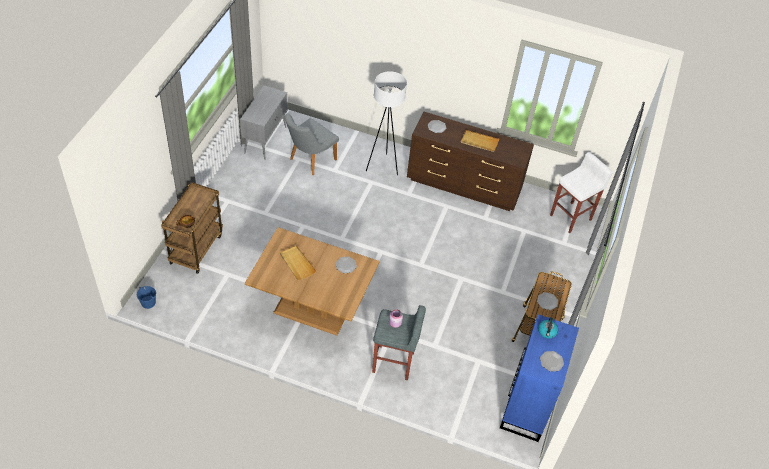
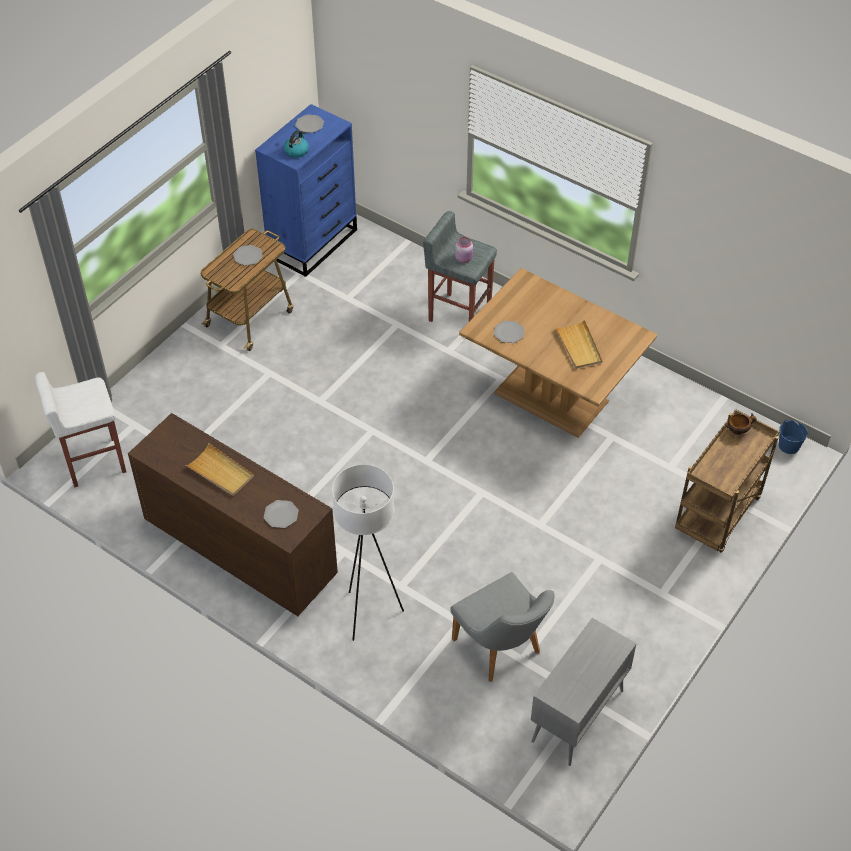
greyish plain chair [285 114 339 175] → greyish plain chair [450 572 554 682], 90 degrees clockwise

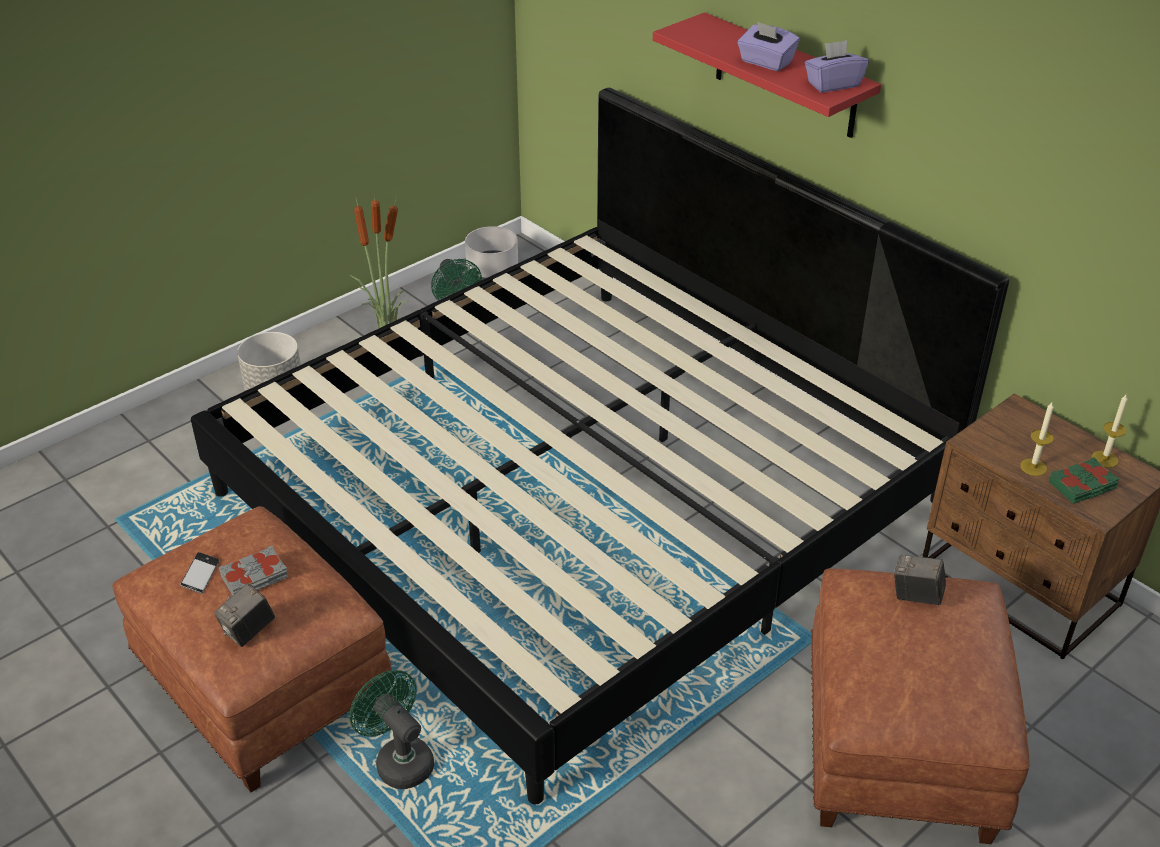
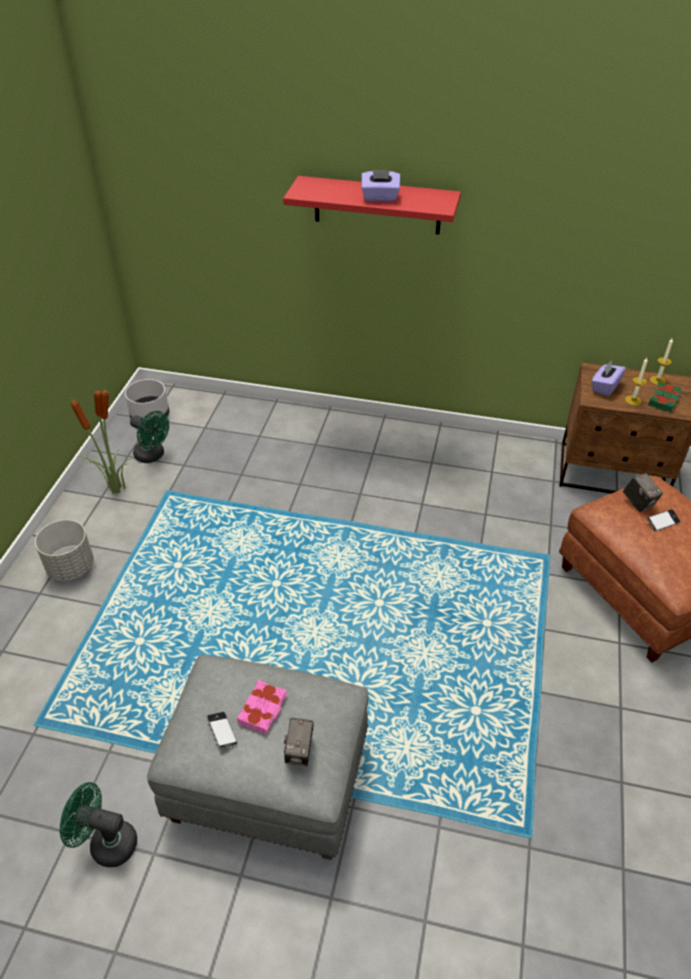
purple box of tissues [805 40 869 92] → purple box of tissues [591 360 626 397], shifted
sleeping bed [191 88 1009 804] → -
brown-coloured pouffe [112 506 392 792] → greyish pouffe [147 655 368 860]
greyish bound book [219 546 288 595] → pink bound book [237 680 287 734]
still camera [894 554 946 606] → still camera [623 473 663 512], 105 degrees counterclockwise
green-coloured cooling fan [350 670 434 789] → green-coloured cooling fan [60 782 137 867], shifted
- → telephone [647 509 680 531]

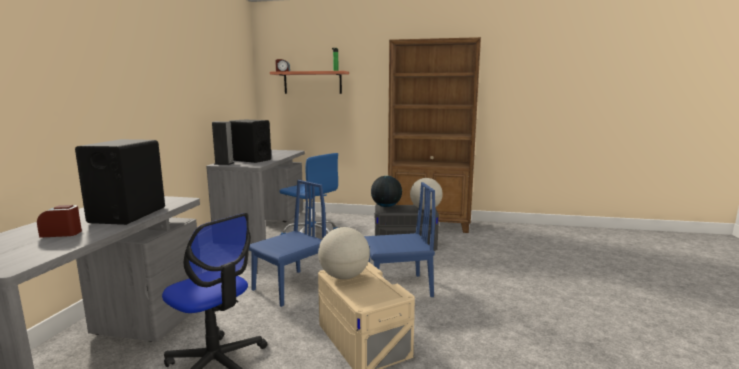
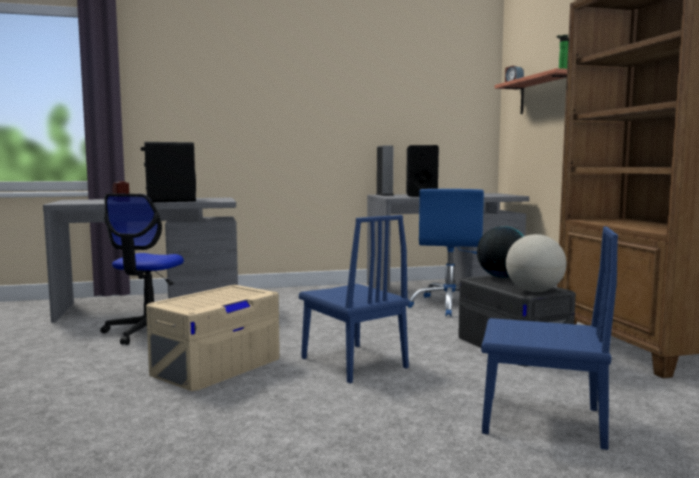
blue plain chair [249 180 326 307] → blue plain chair [481 226 618 450], shifted
desk globe [318 227 370 279] → -

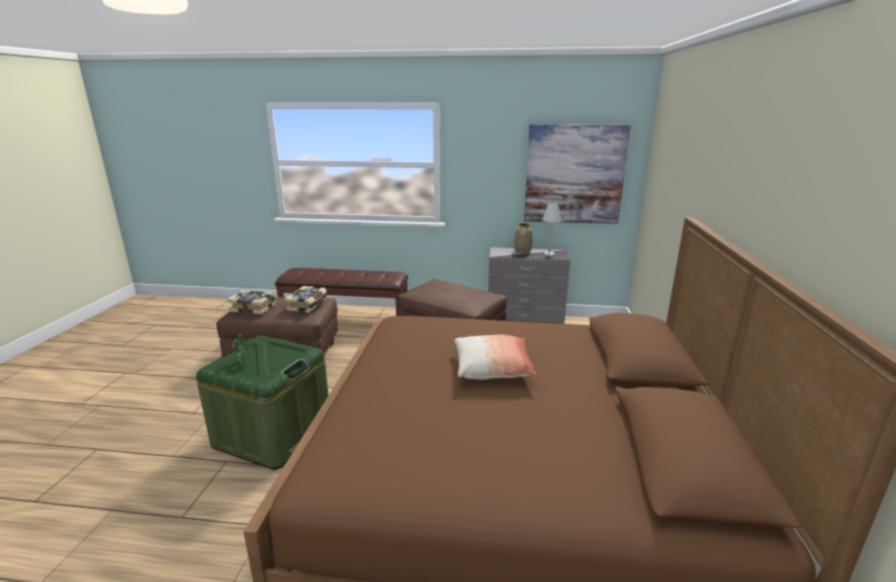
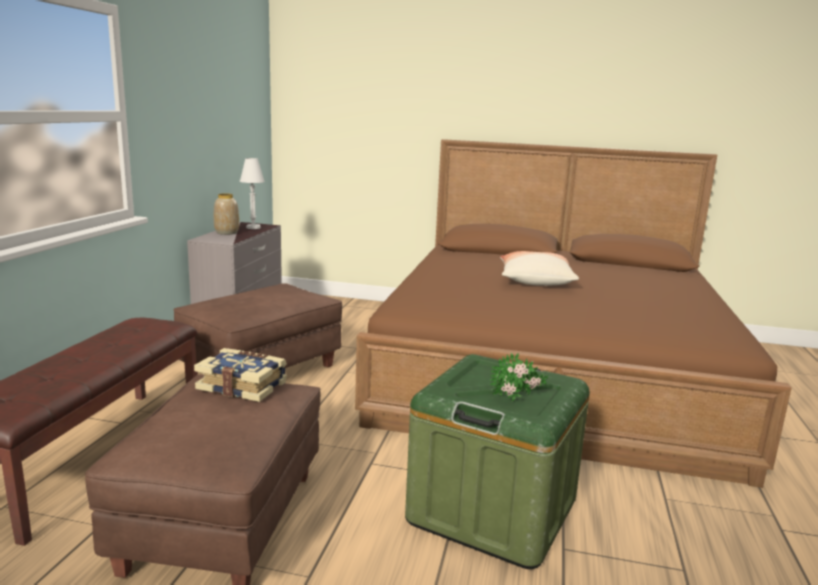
wall picture [524 124 631 224] → -
bound book [227 290 276 314] → -

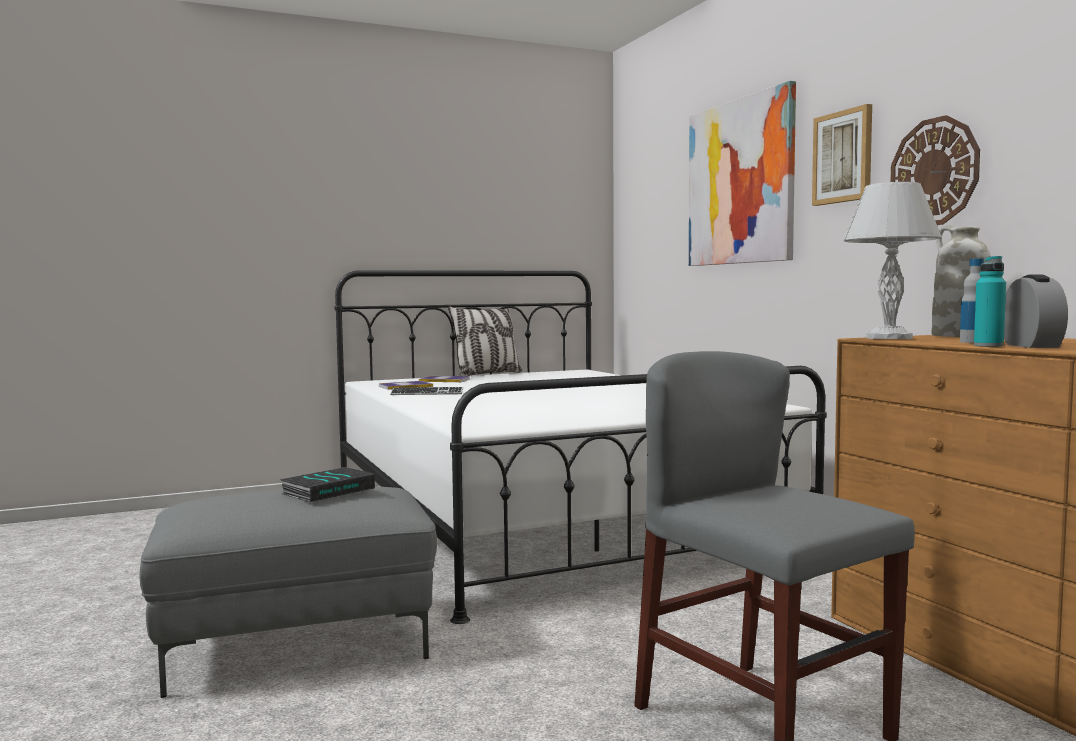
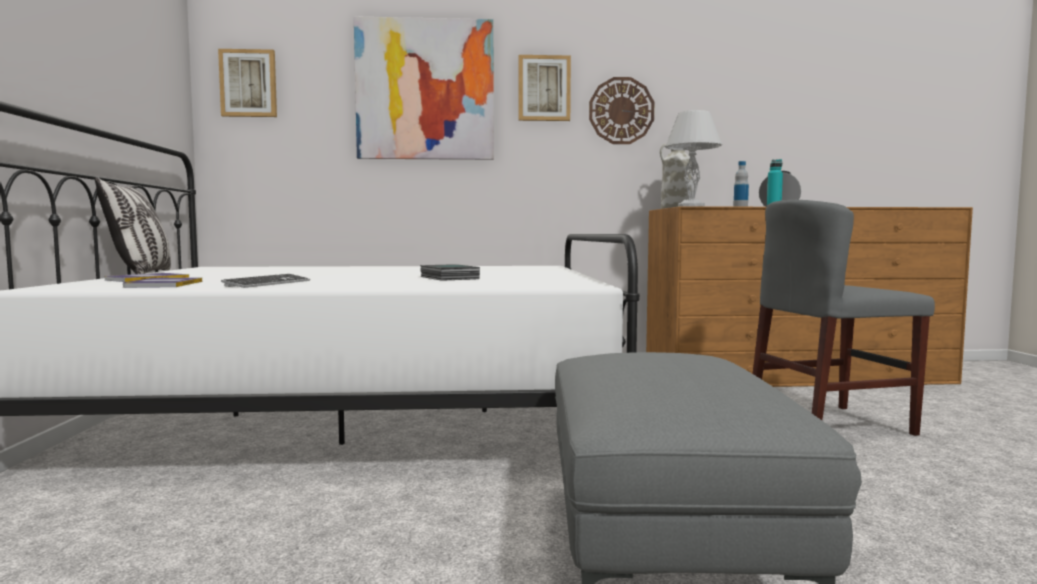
bound book [280 467 375 502] → bound book [420 264 480 281], shifted
- → wall picture [218 49 277 117]

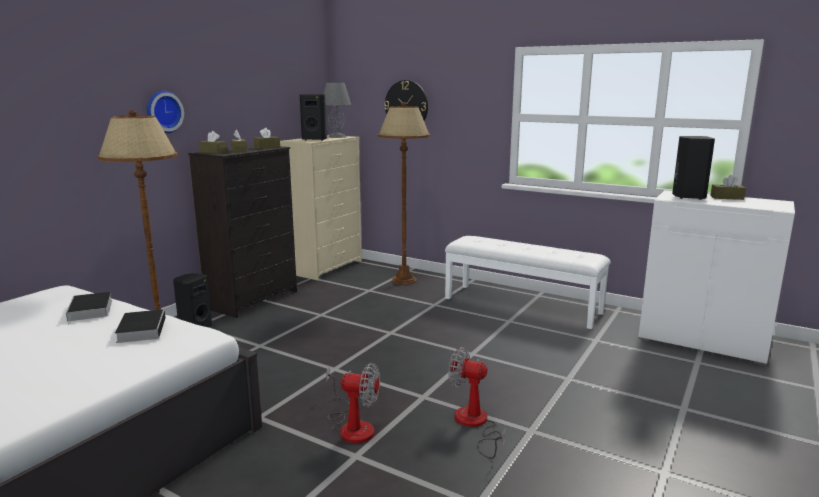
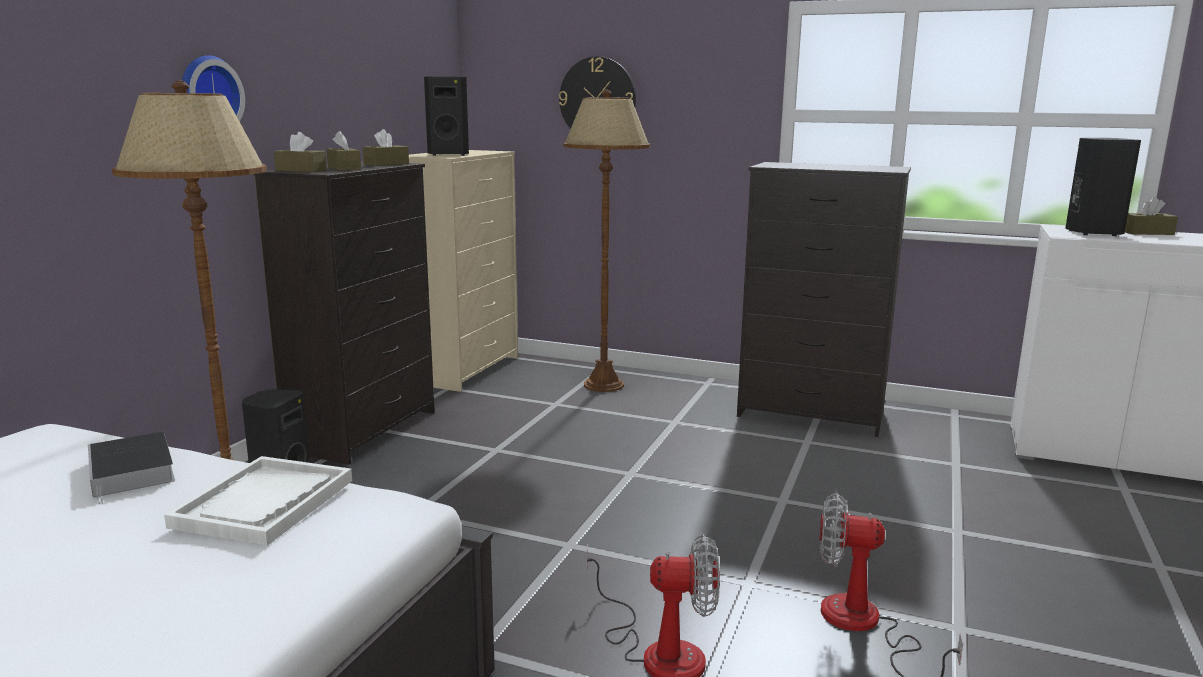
greyish table lamp [323 83 351 138] → -
white long seat [445 236 611 329] → black dresser [737 162 911 437]
bound book [115 309 166 343] → white tray [164 456 352 546]

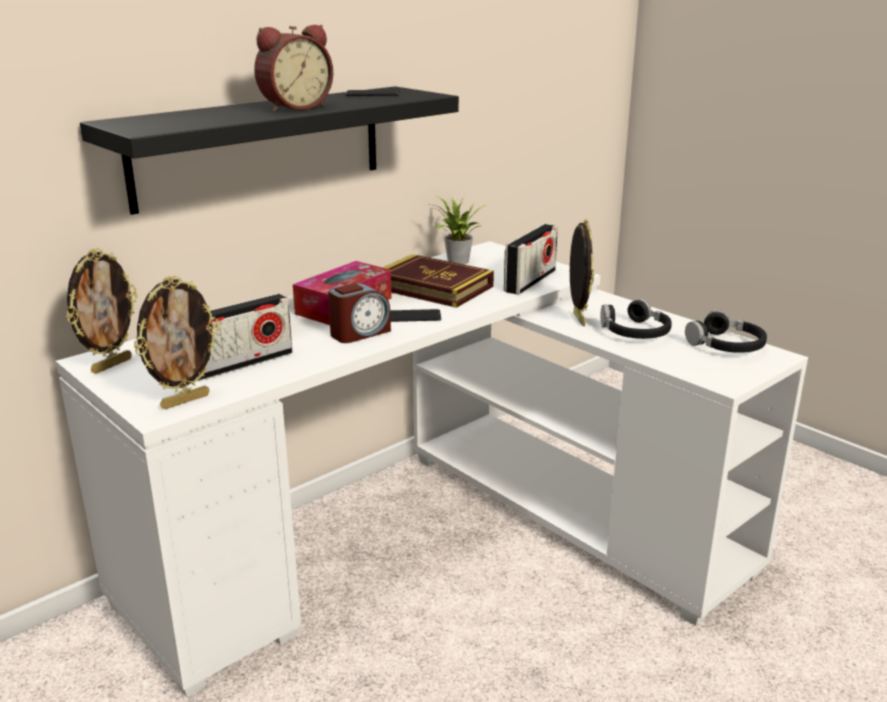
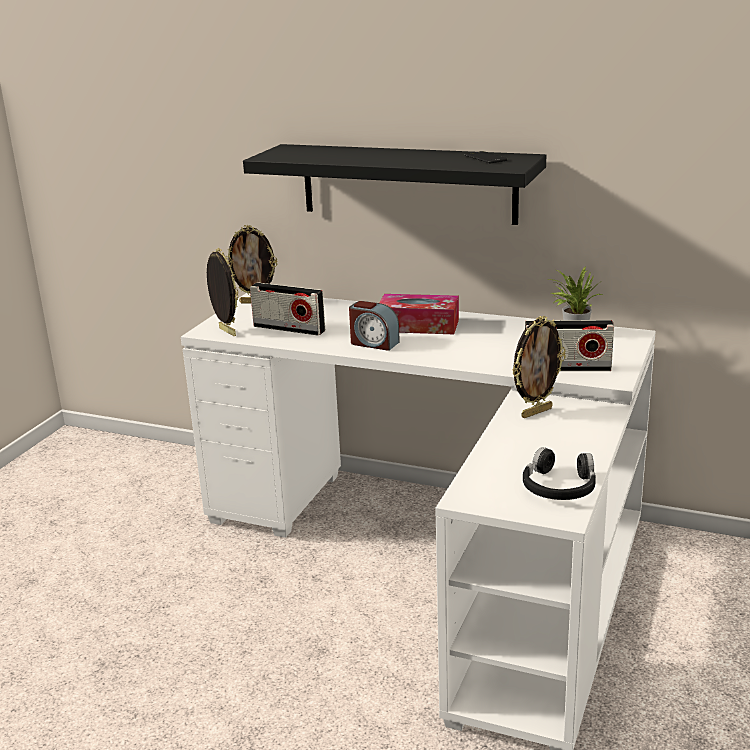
table clock [254 25 333 112] → -
bound book [383 254 494 308] → -
picture frame [134 275 220 409] → picture frame [207 248 238 336], 150 degrees counterclockwise
black pair of headphones [601 299 672 339] → -
telephone [390 309 441 322] → -

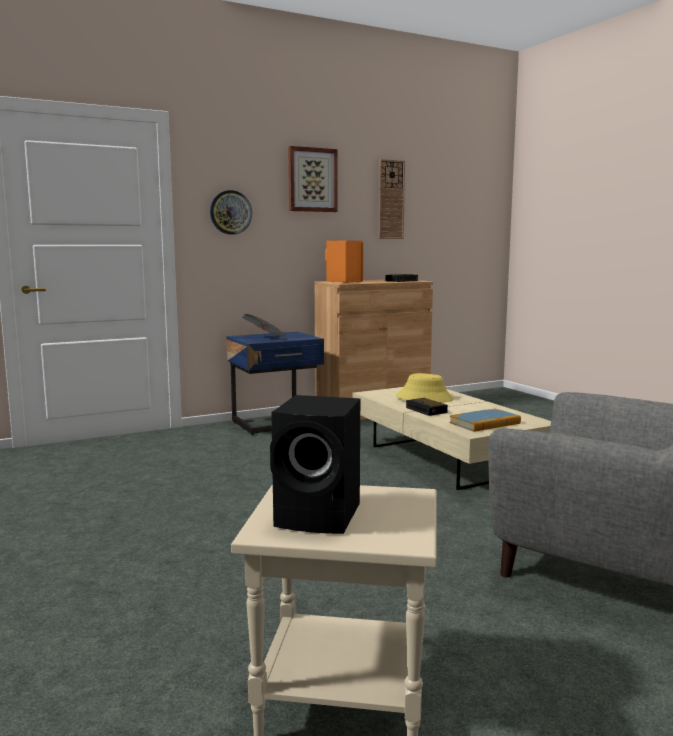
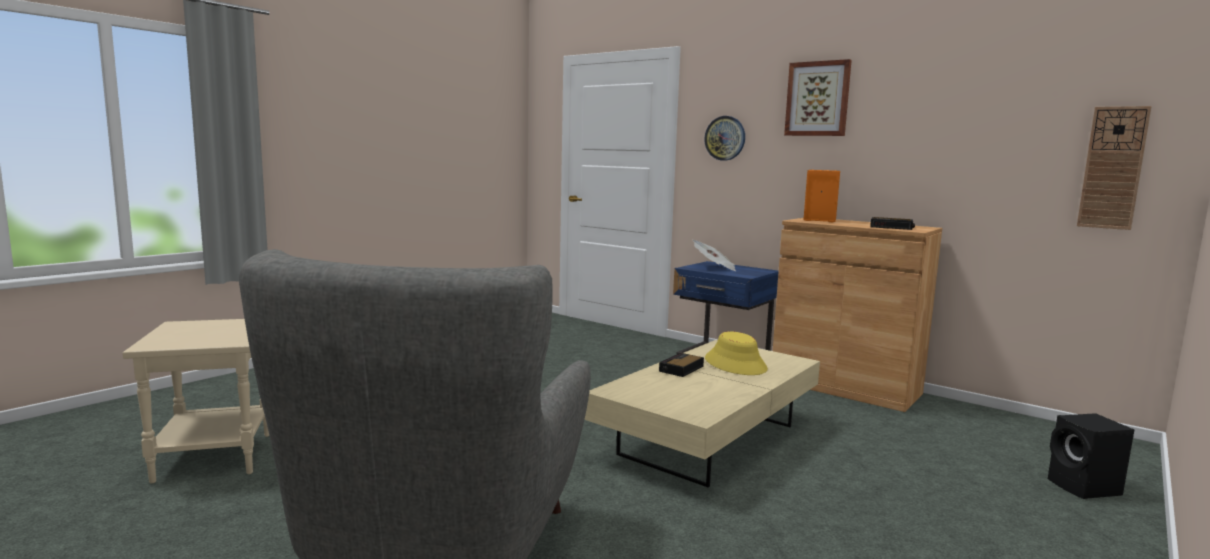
wall clock [379 159 405 239] → wall clock [1077 106 1152 230], shifted
black audio speaker [270 395 360 534] → black audio speaker [1048 413 1134 499], shifted
bound book [450 409 521 432] → -

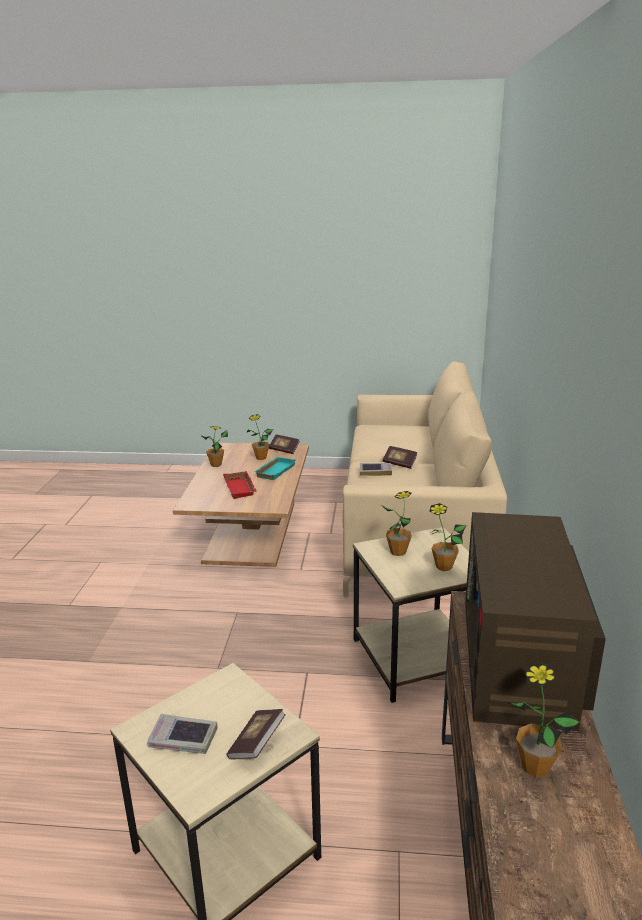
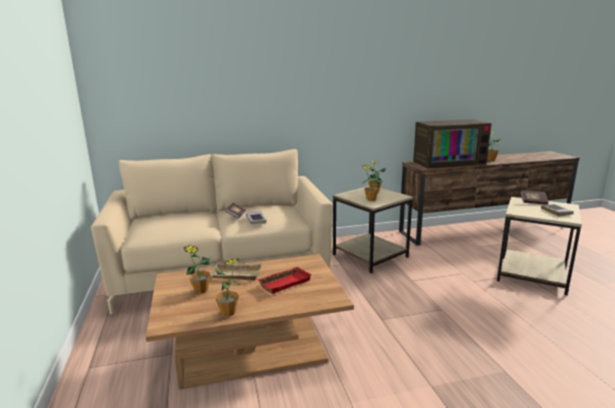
bound book [269 435 300 454] → -
blue-green tray [254 457 296 480] → sand-coloured tray [210 263 262 280]

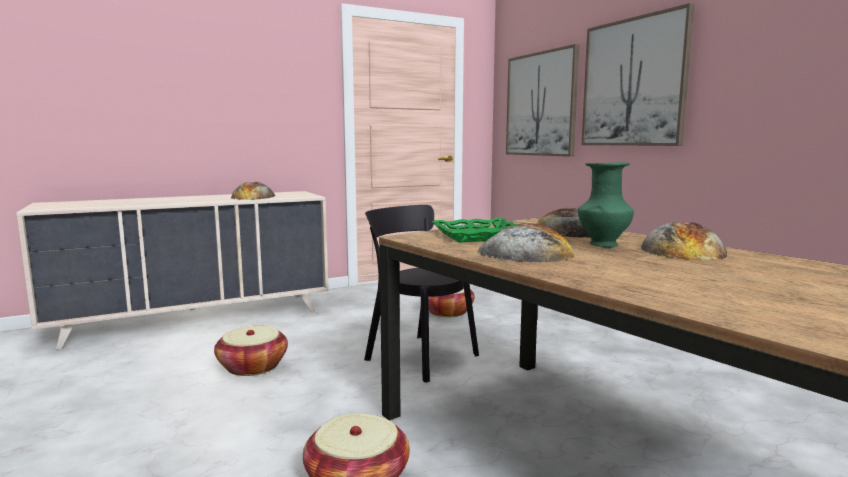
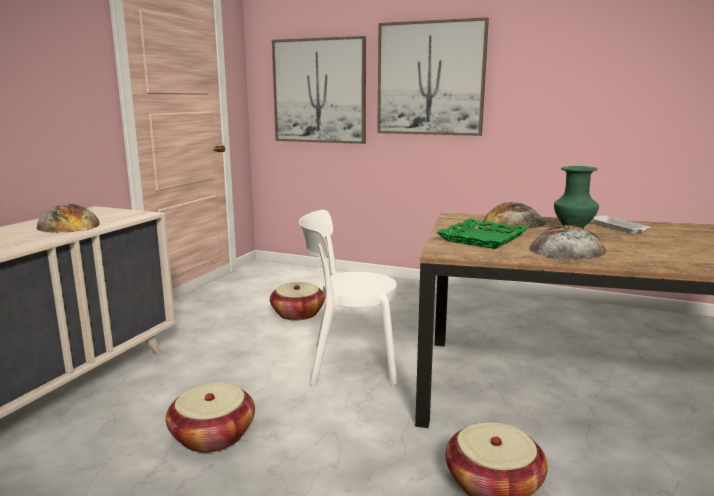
black plain chair [364 205 479 383] → white plain chair [299 210 398 385]
bread [641 222 727 261] → white tray [592 215 651 234]

